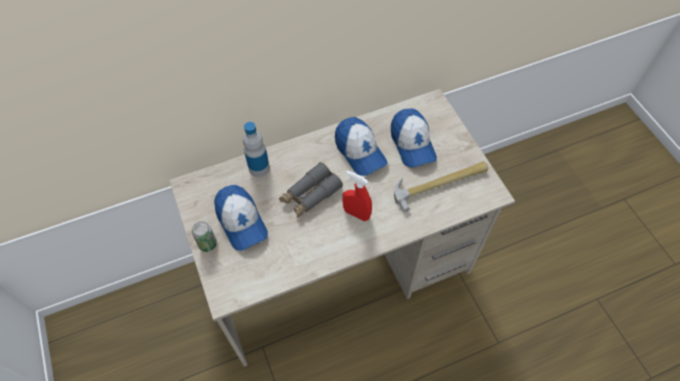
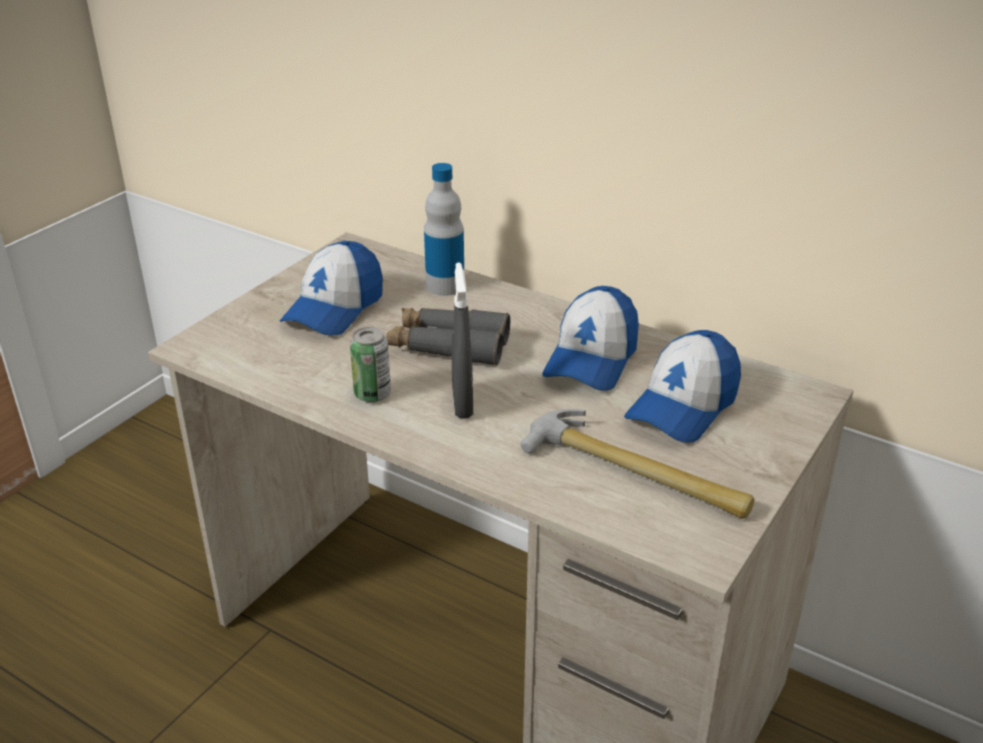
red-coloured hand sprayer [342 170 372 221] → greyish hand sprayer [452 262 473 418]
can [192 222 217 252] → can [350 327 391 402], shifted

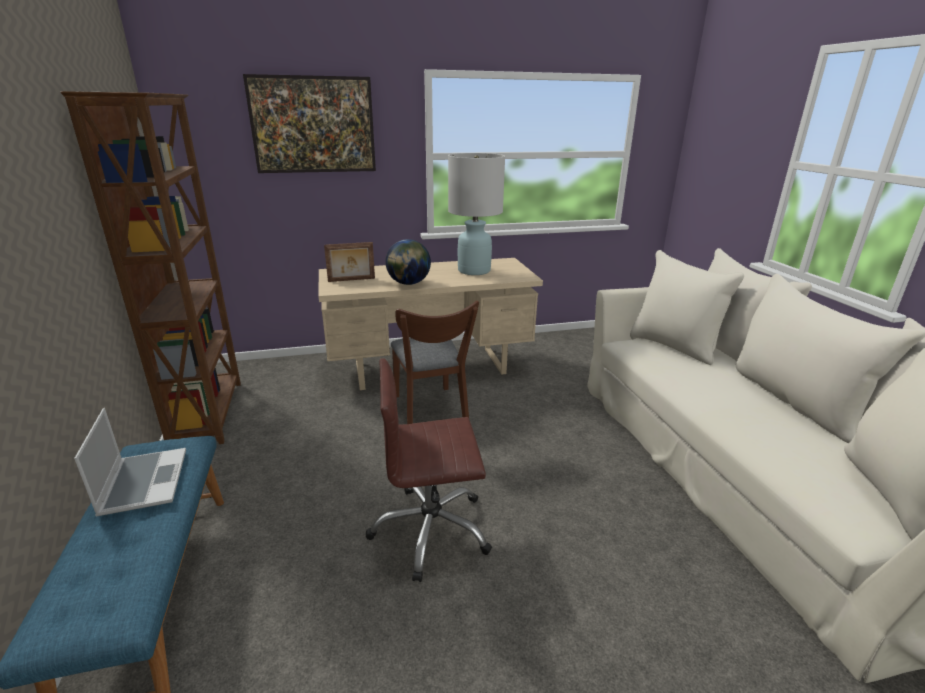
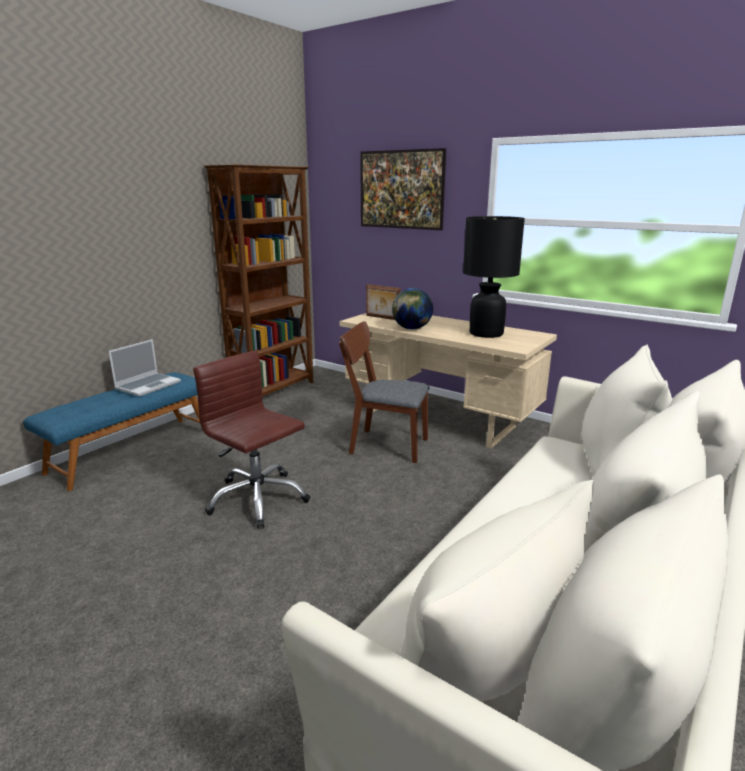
white table lamp [448 153 505 275] → black table lamp [463 216 525 338]
brown-coloured plain chair [391 301 479 424] → brown-coloured plain chair [339 321 430 463], 75 degrees clockwise

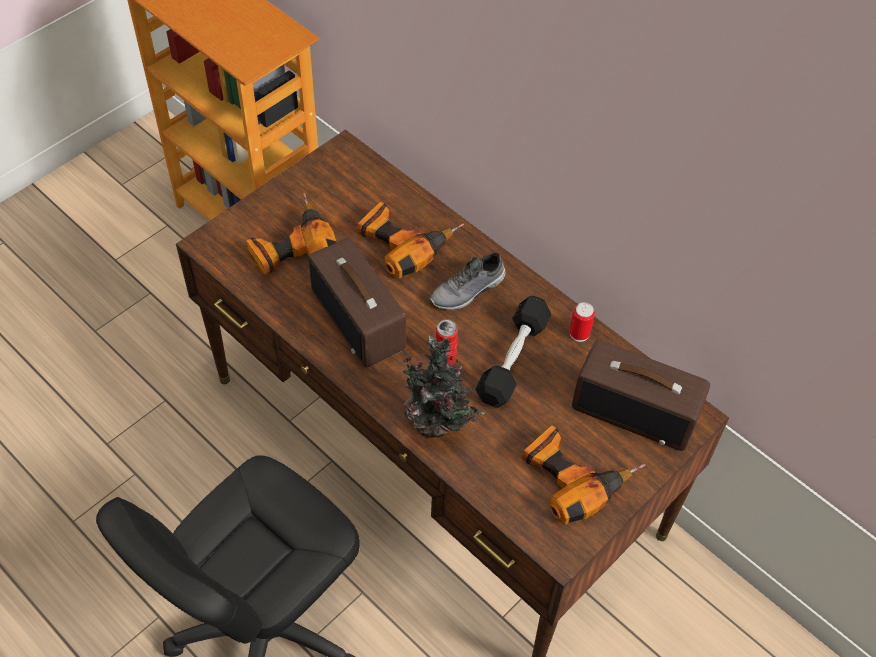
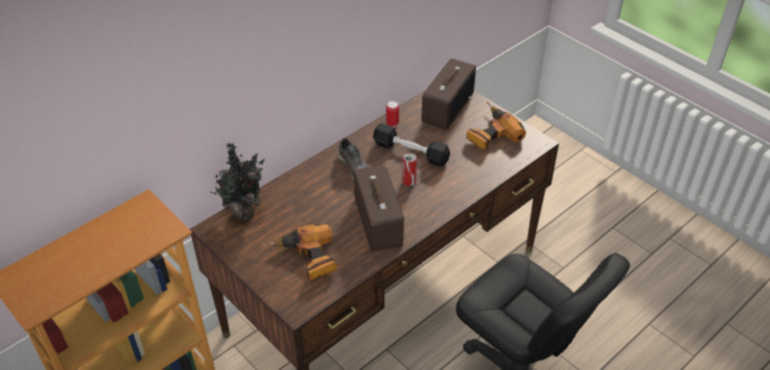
drill [357 202 464 278] → -
radio [308 238 406 368] → radio [354 165 404 252], 75 degrees counterclockwise
potted plant [393 336 485 438] → potted plant [210 143 265 222], shifted

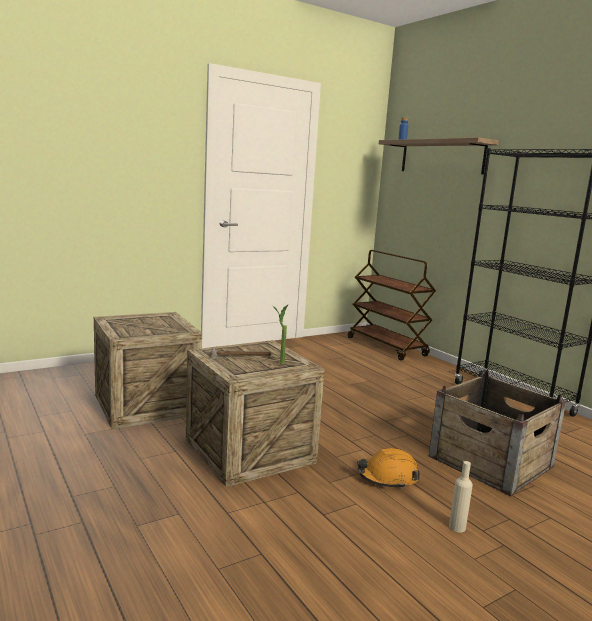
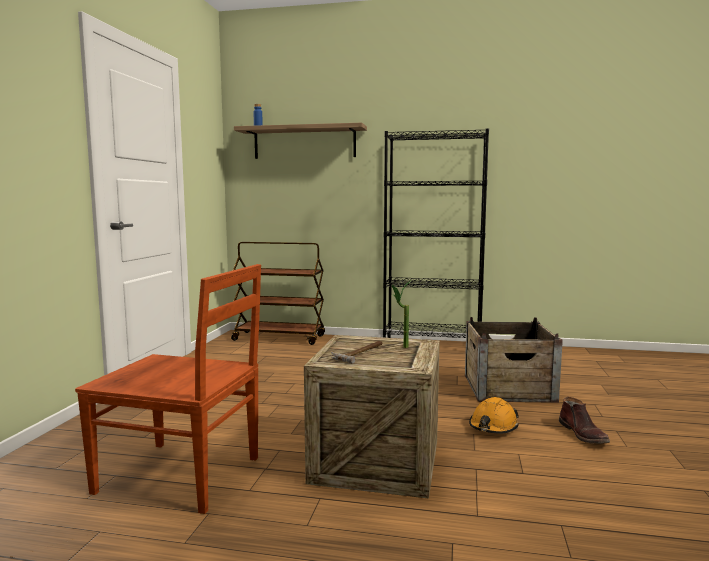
crate [94 312 202 429] → brown-coloured plain chair [75 264 261 514]
sand-coloured beverage bottle [449 461 473 533] → brown-coloured high-top boot [559 397 610 444]

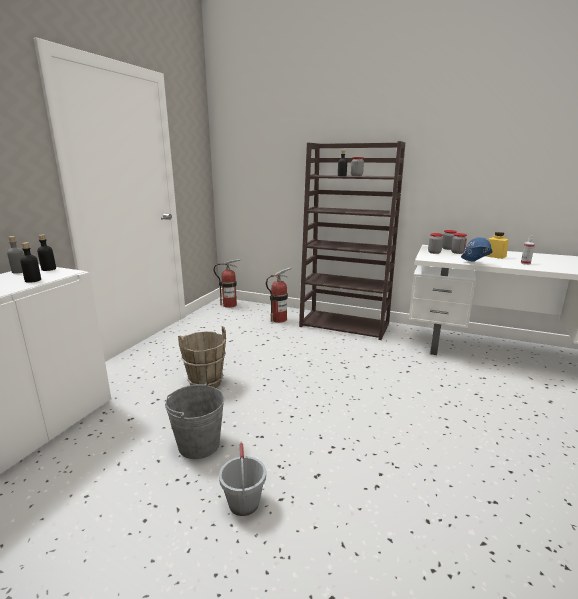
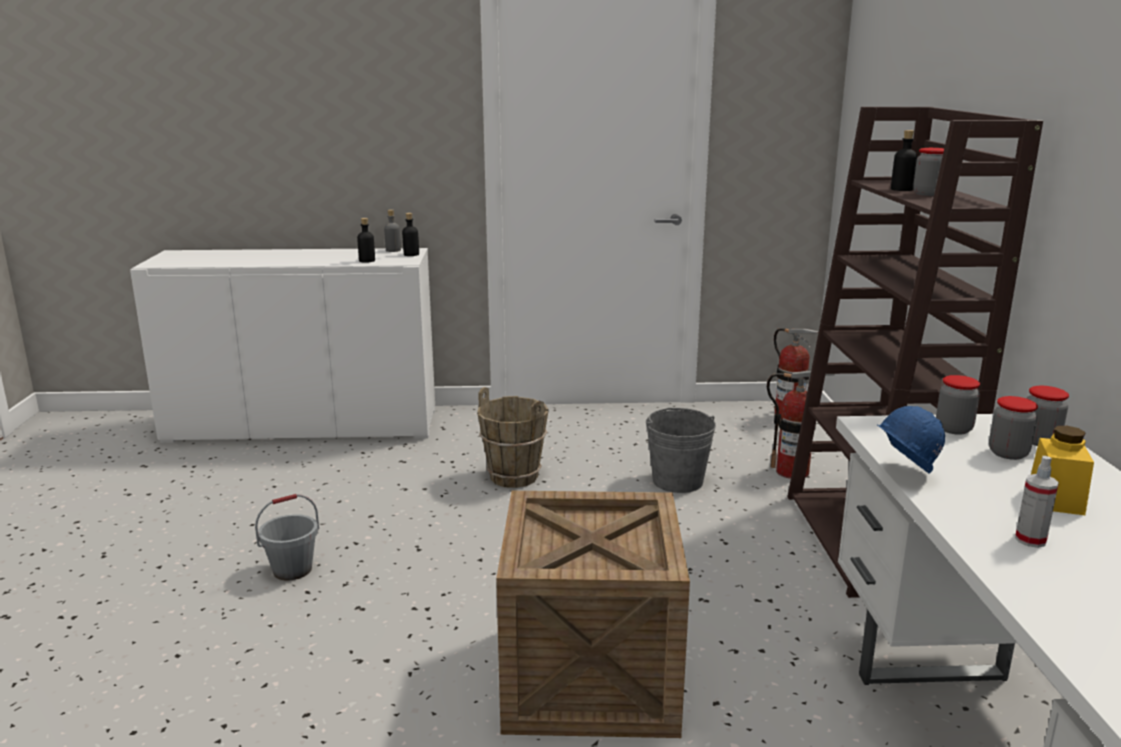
greyish water bucket [165 383 224 459] → greyish water bucket [646 408 716 493], shifted
- → crate [496 491 690 738]

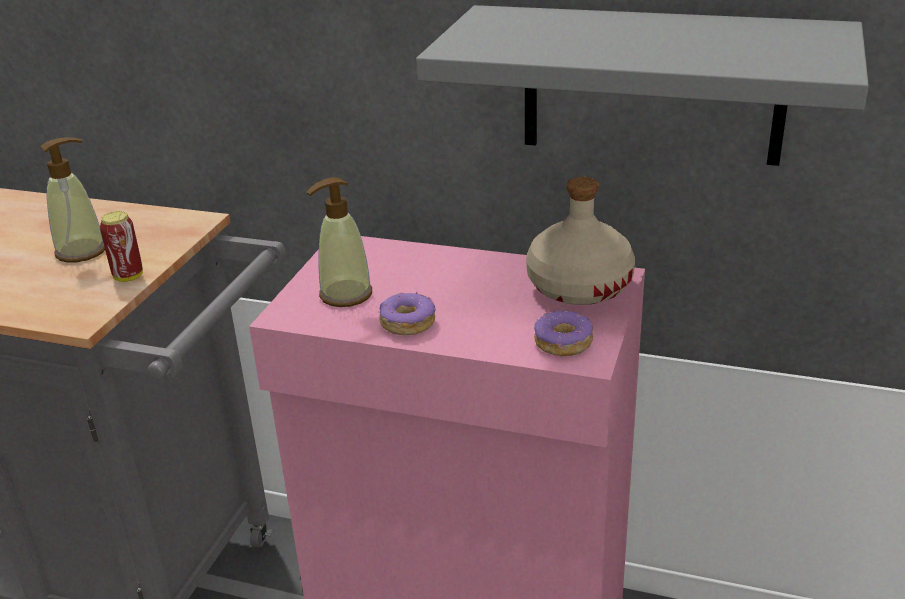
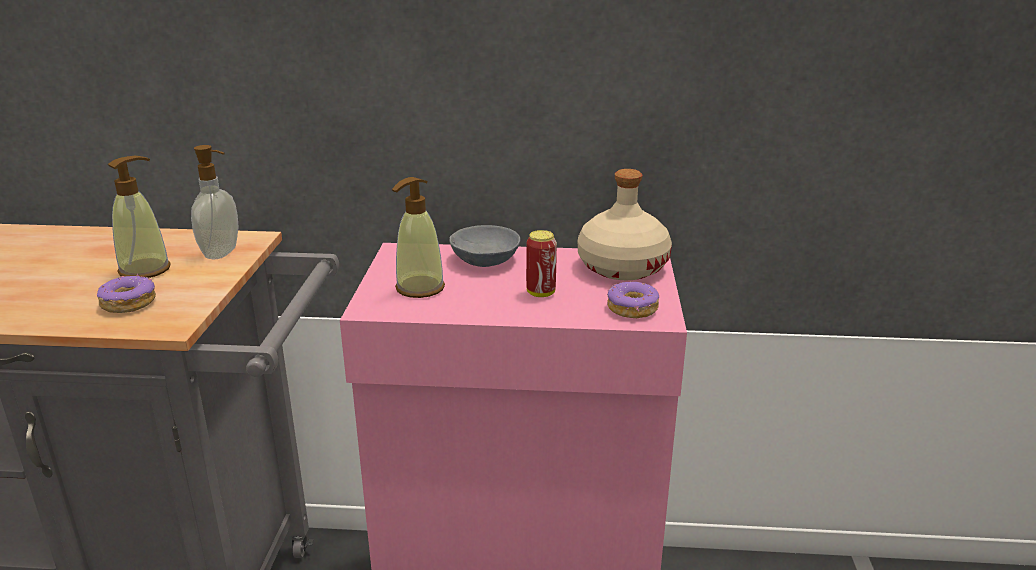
greyish wall shelf [416 5 869 166] → -
can [100 211 143 282] → can [526 230 557 297], shifted
donut [378 292 435 335] → donut [96 274 156 313], shifted
- → liquid soap bottle [191 145 238 259]
- → greyish deep dish [449 225 520 267]

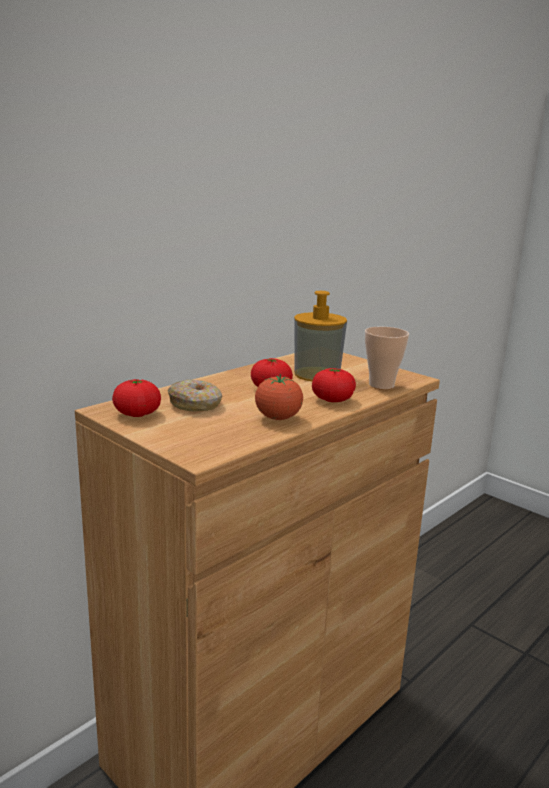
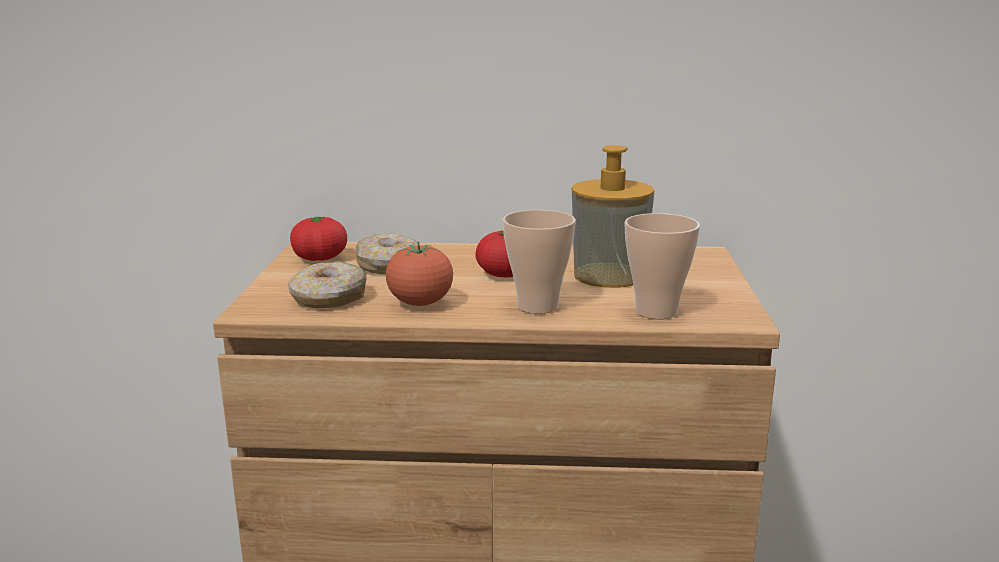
whole tomato [312 368 356 402] → small cup [503 210 576 314]
- → donut [288 261 367 308]

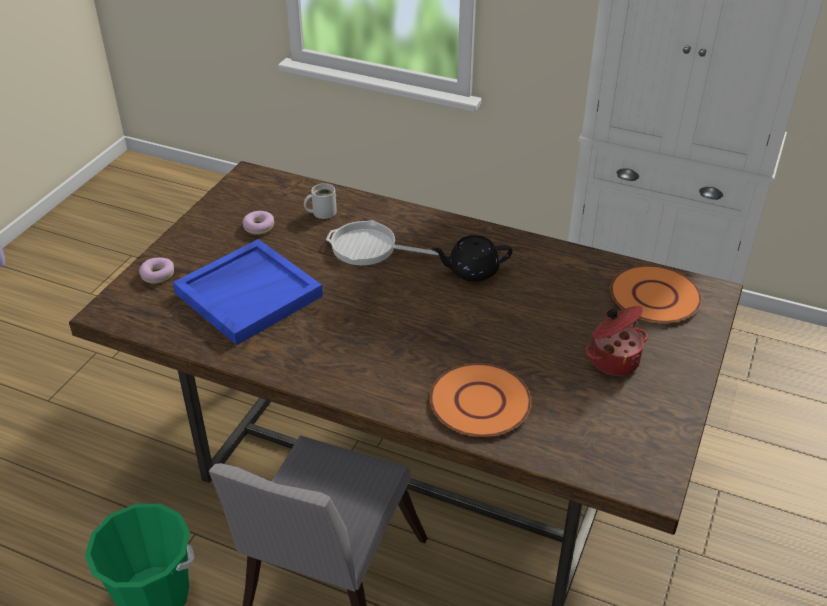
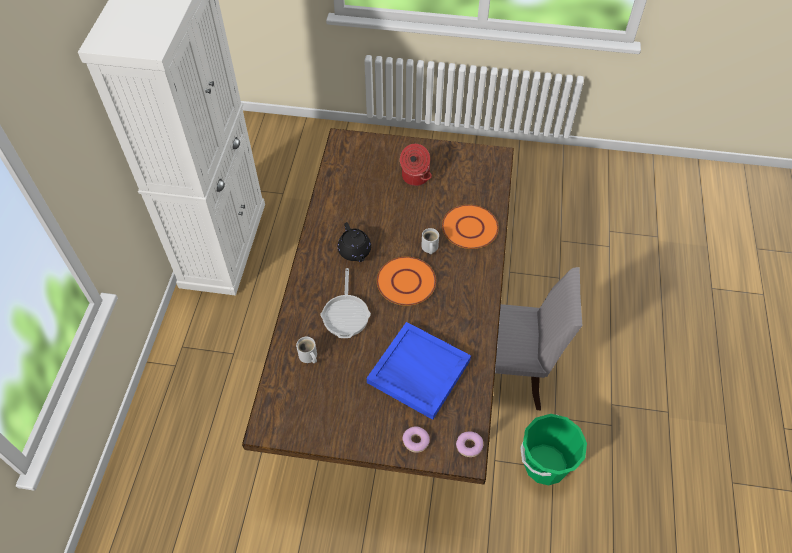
donut [243 211 274 235] → donut [456 431 483 457], shifted
orange plate [610 265 702 323] → orange plate [377 257 436 306], shifted
- → white mug [421 228 439 254]

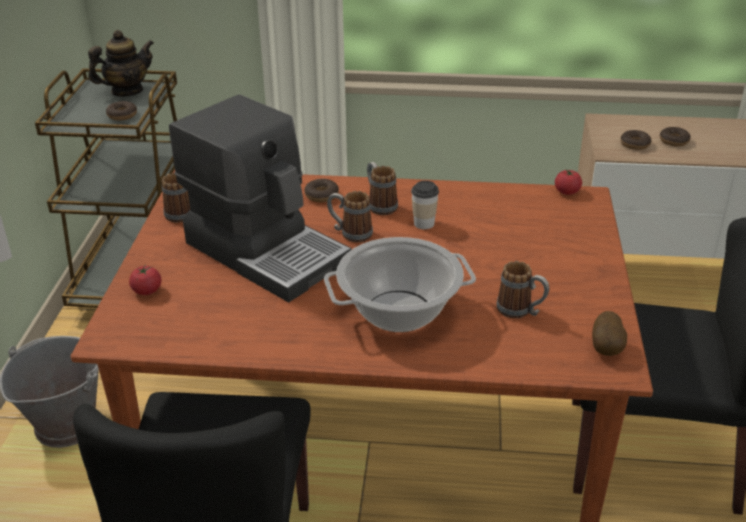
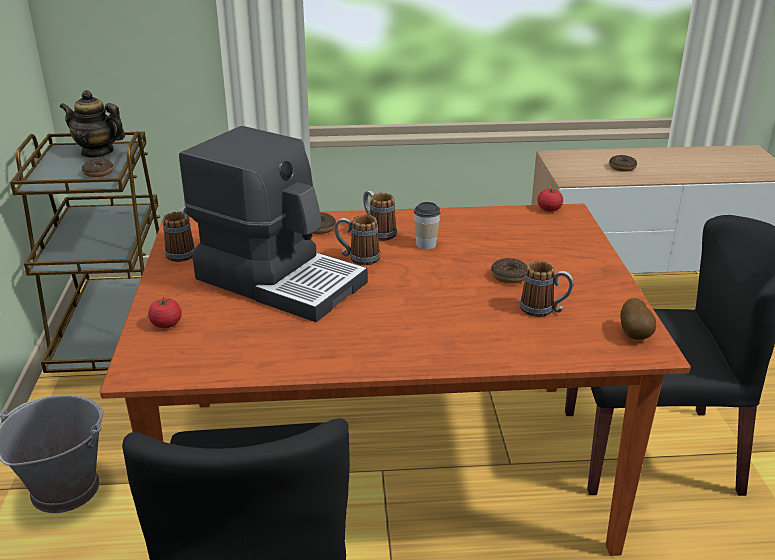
pot for tea [88 30 154 96] → pot for tea [60 90 125 158], 120 degrees counterclockwise
donut [621 130 651 150] → donut [491 258 527 284], shifted
stockpot [324 237 476 332] → -

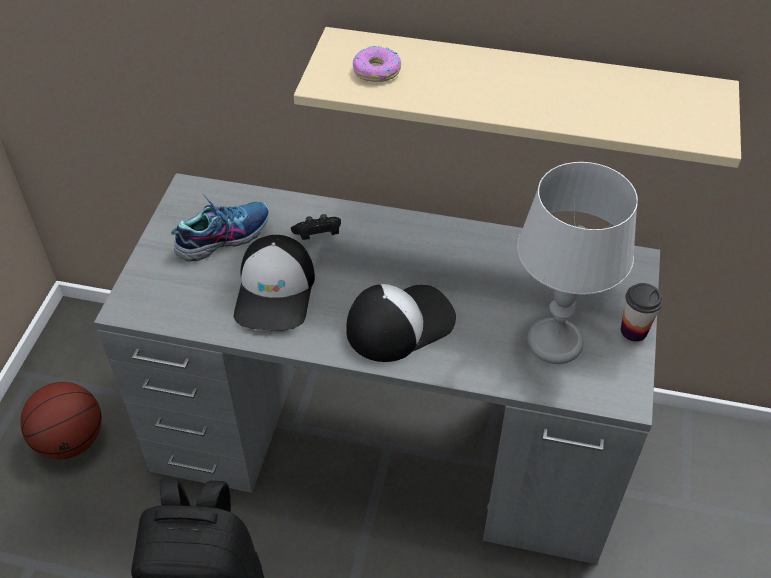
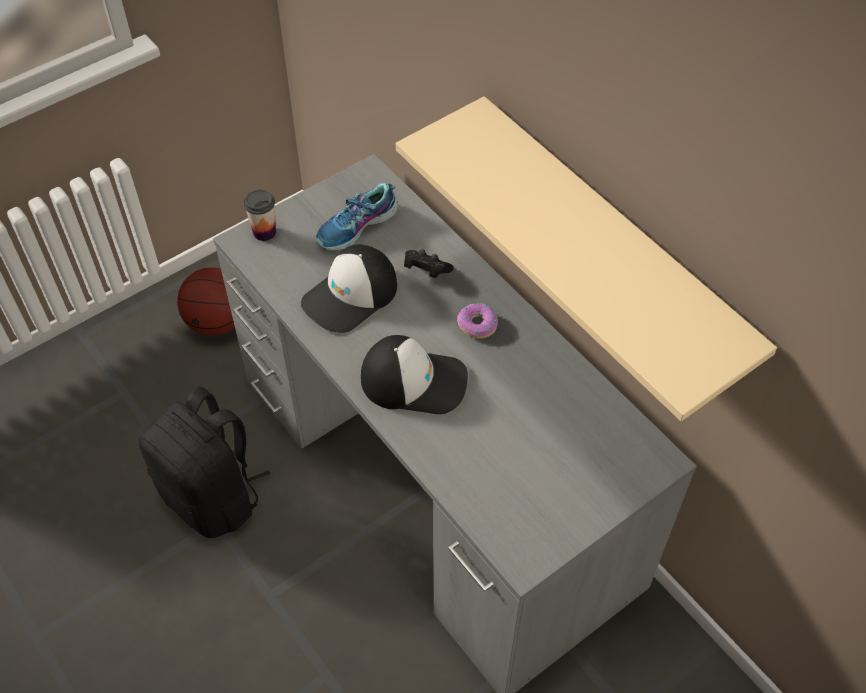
donut [353 46 401 82] → donut [457 303 498 339], shifted
greyish table lamp [517 162 638 364] → -
low shoe [171 194 269 262] → low shoe [316 182 398 250], 135 degrees clockwise
small cup [621 283 663 342] → small cup [243 189 276 241], shifted

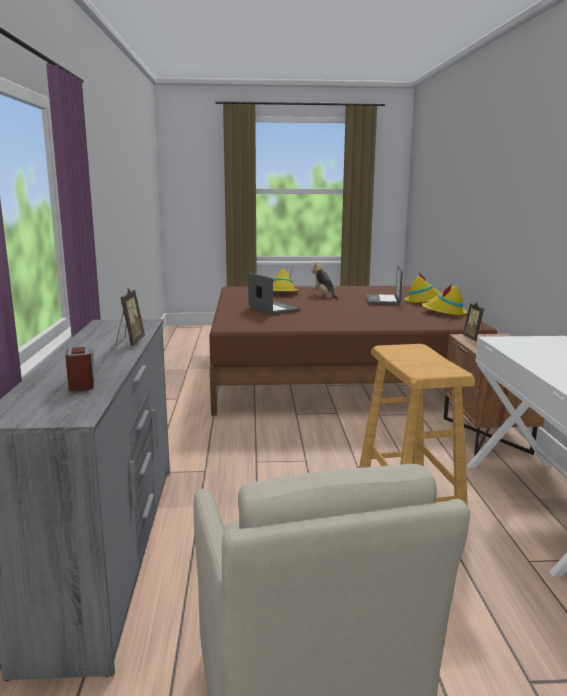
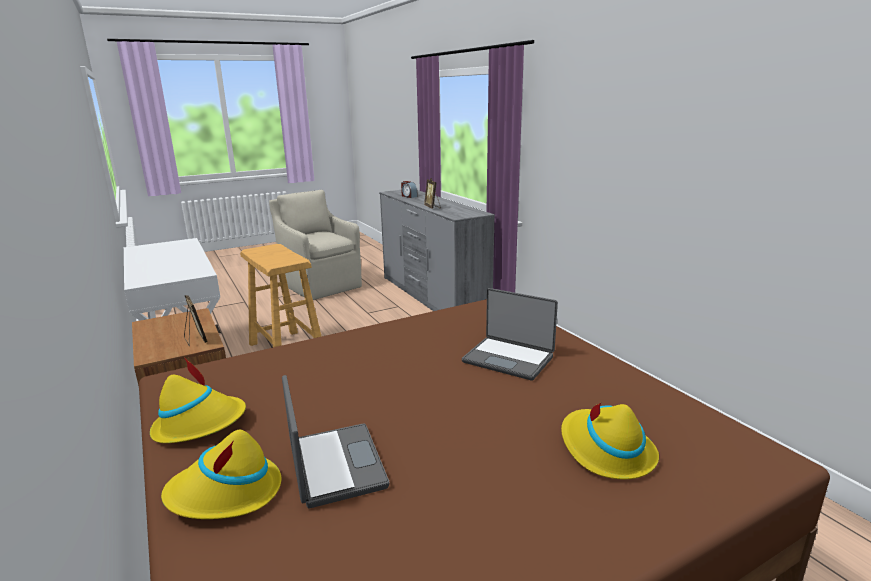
soft toy [311 262 338 299] → -

